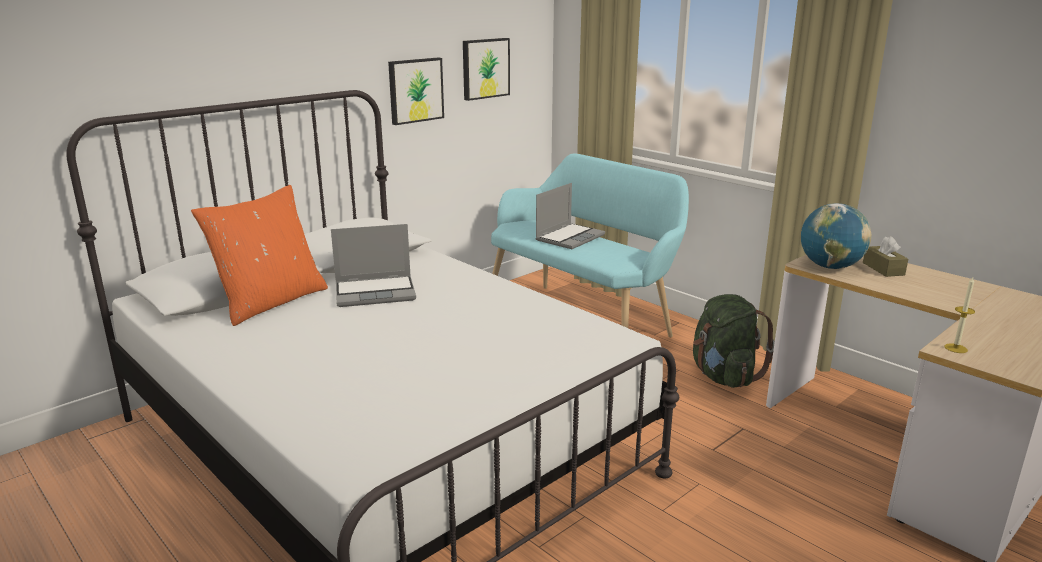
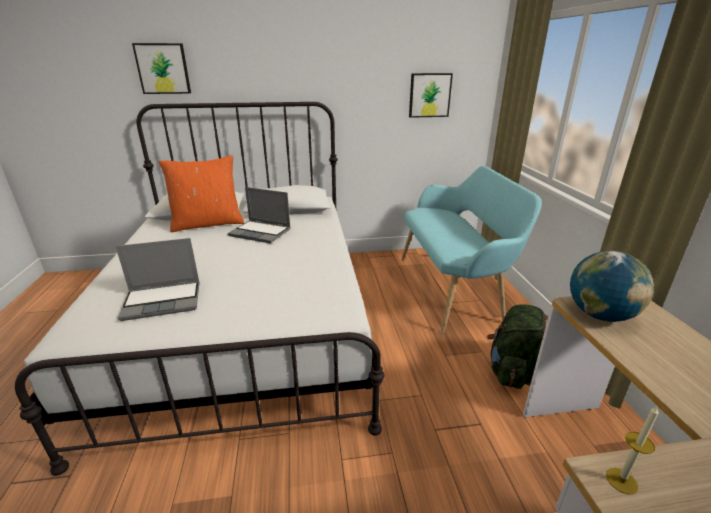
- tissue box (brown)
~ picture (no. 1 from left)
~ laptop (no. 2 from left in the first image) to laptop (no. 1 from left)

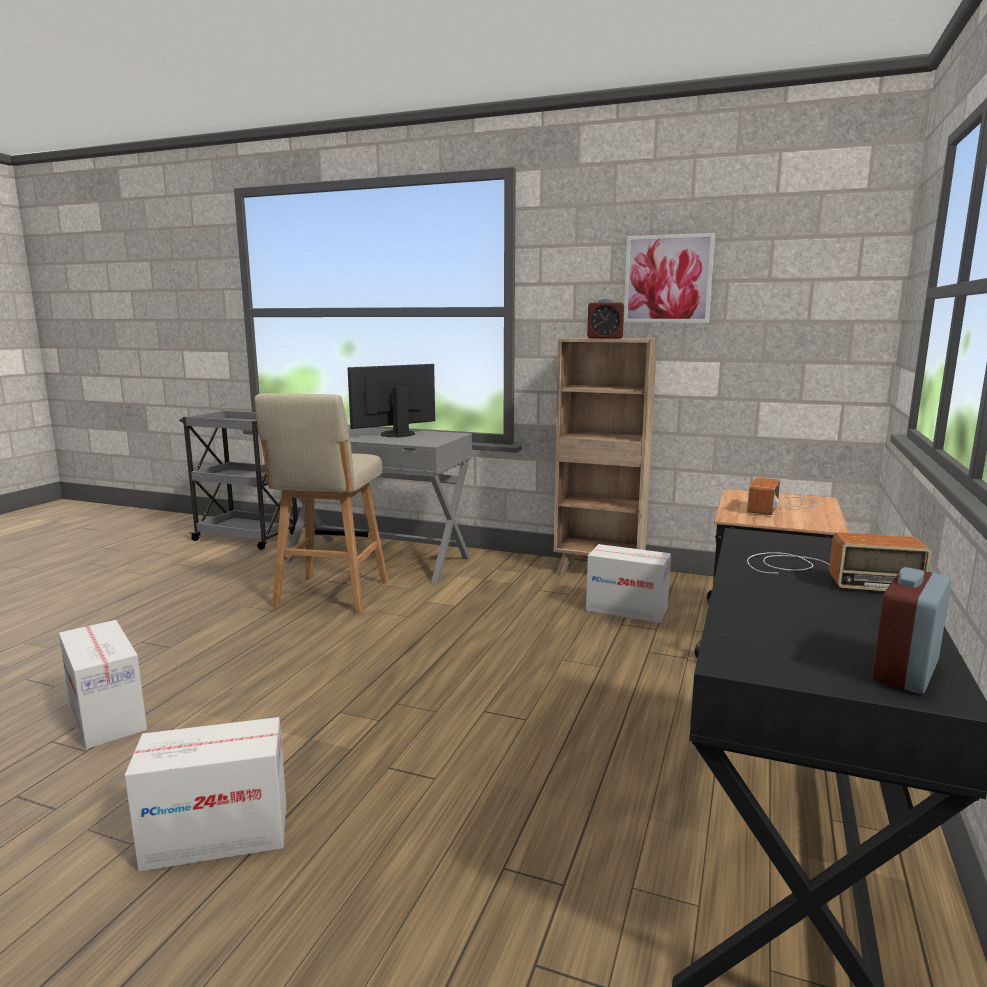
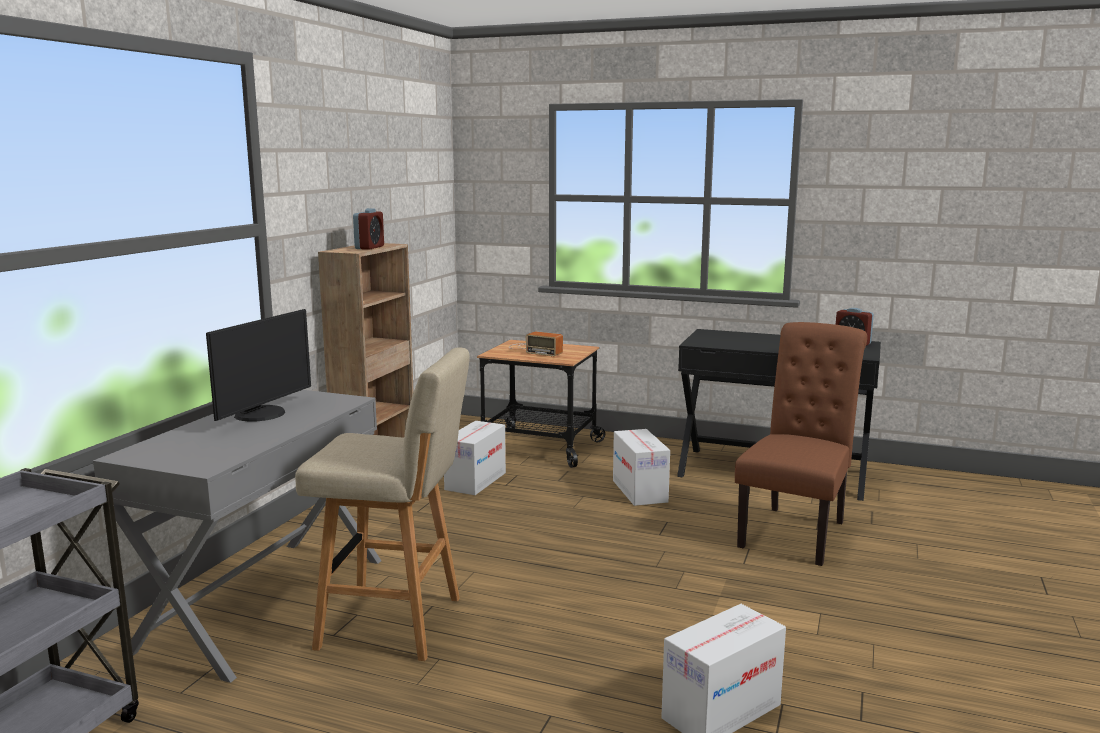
- picture
- radio (no. 2 from left)
+ chair (brown)
~ cardboard box (no. 2 from left)
~ monitor 120 degrees counterclockwise

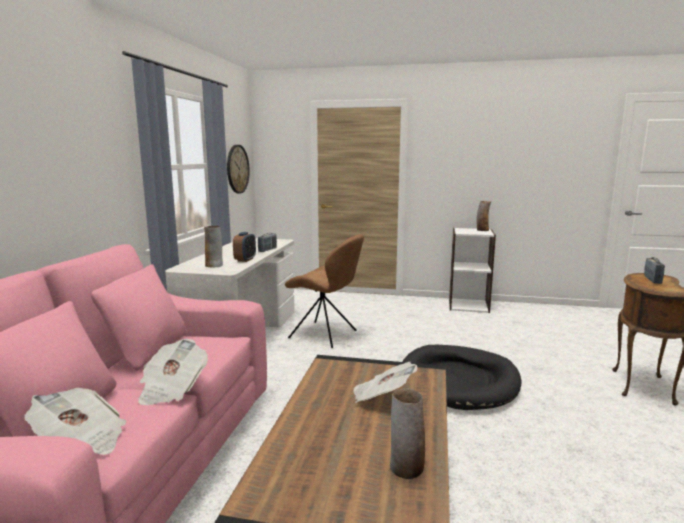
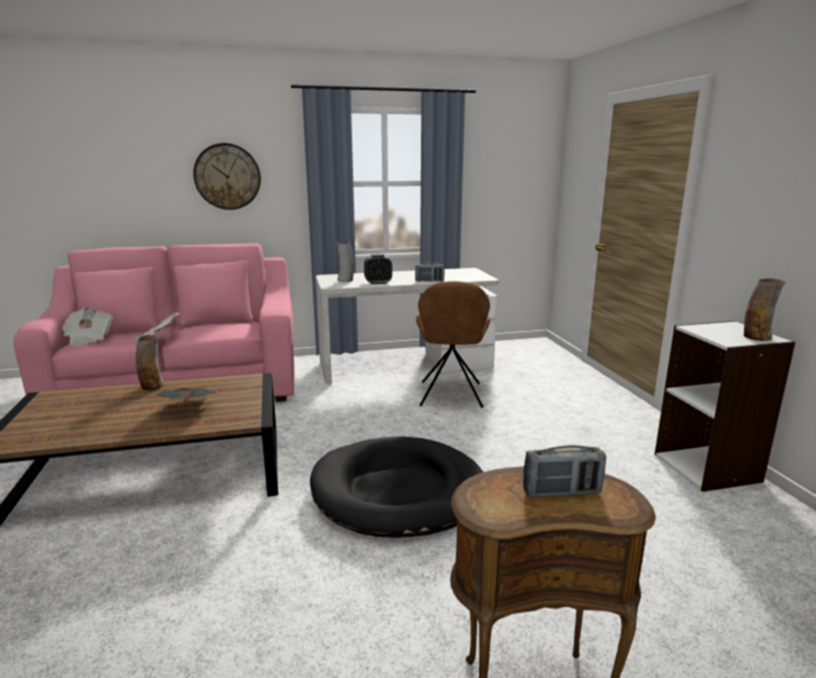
~ wall clock
~ vase (no. 2 from left in the first image) to vase (no. 1 from left)

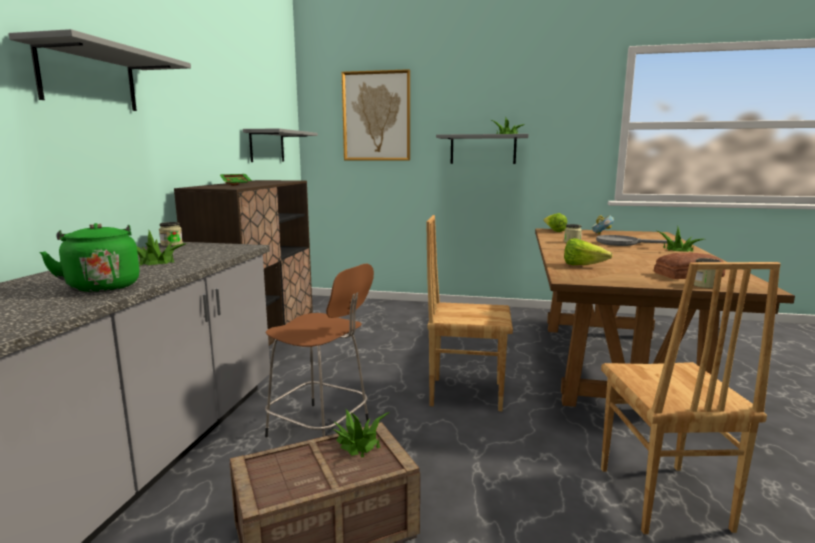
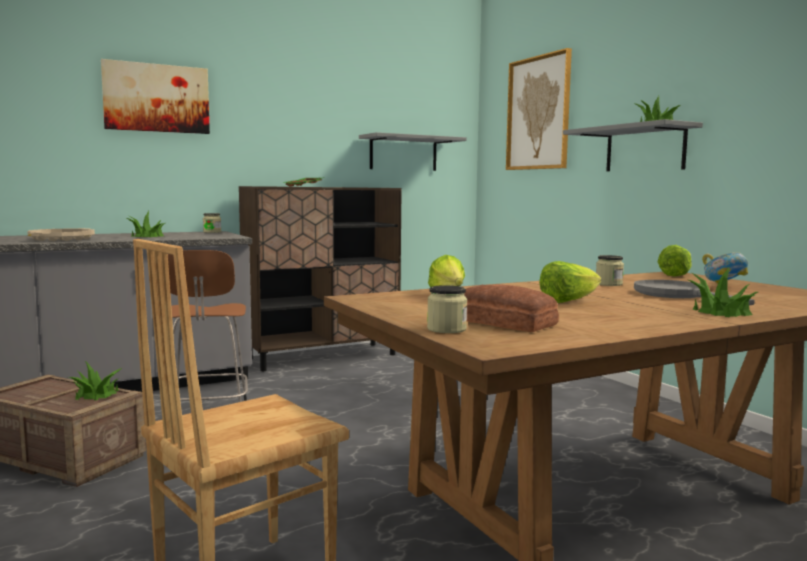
- chair (brown) (no. 1 from left)
+ lettuce (no. 2 from left)
~ shelf (grey) (no. 1 from left) to picture (no. 1 from left)
~ kettle (green) to tray (beige)

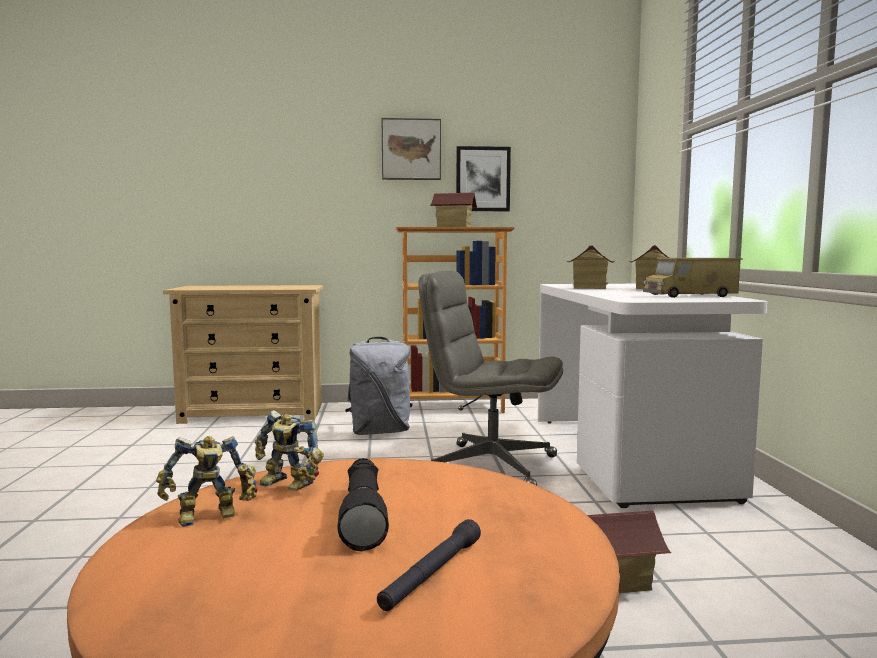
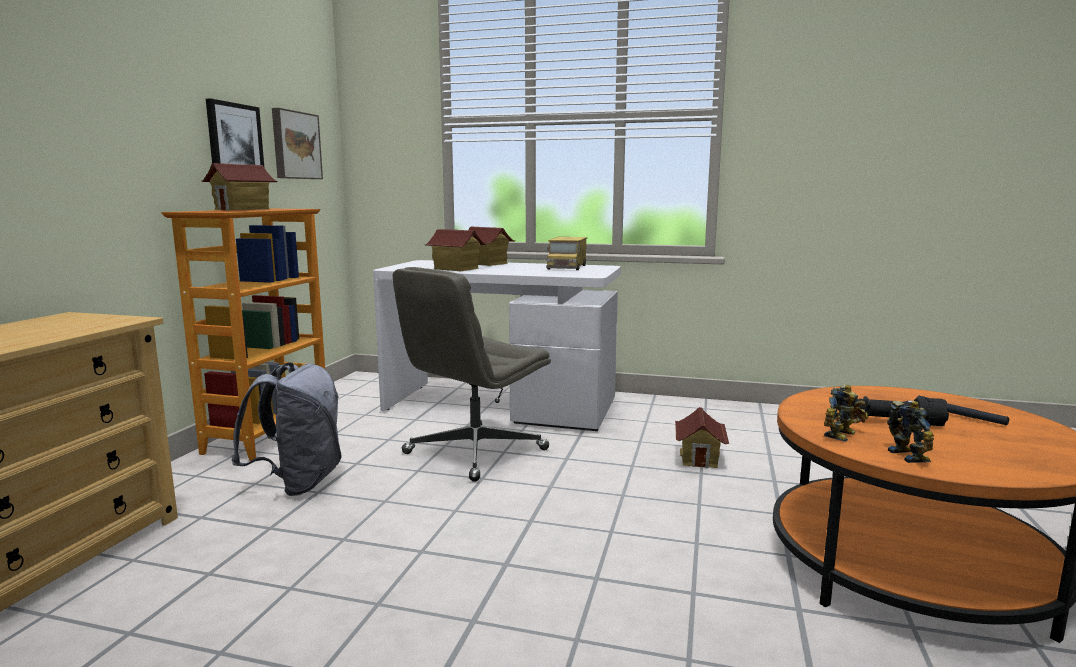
~ picture (no. 1 from left in the first image) to picture (no. 2 from left)

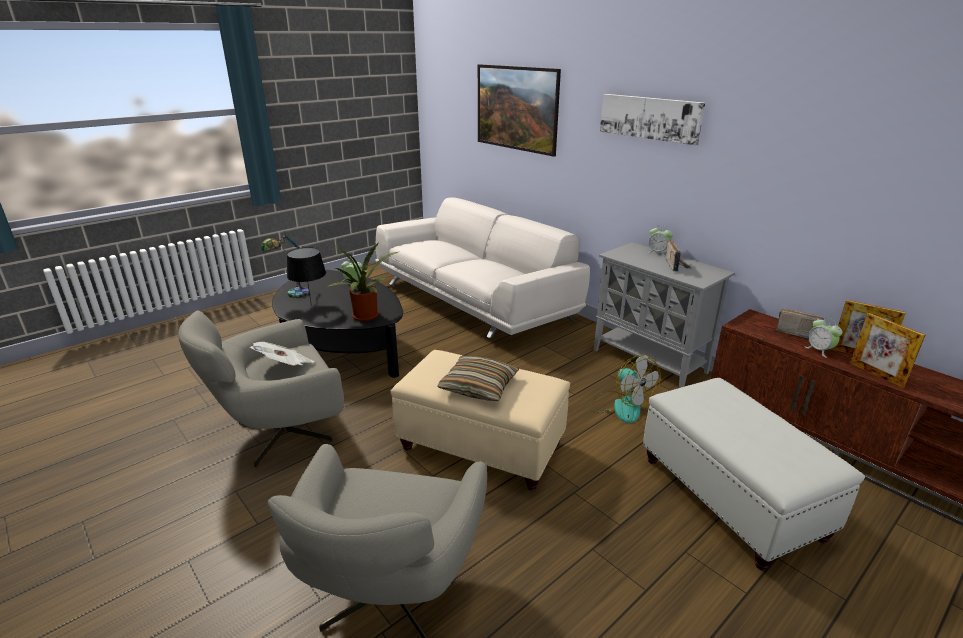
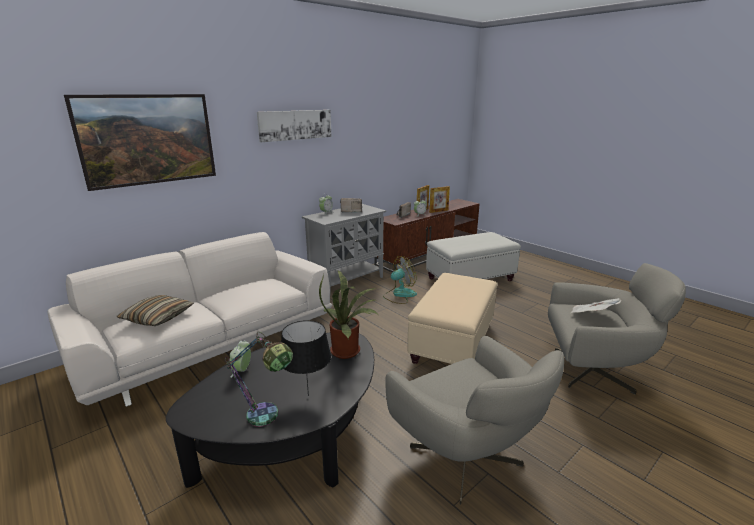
~ newspaper
~ pillow

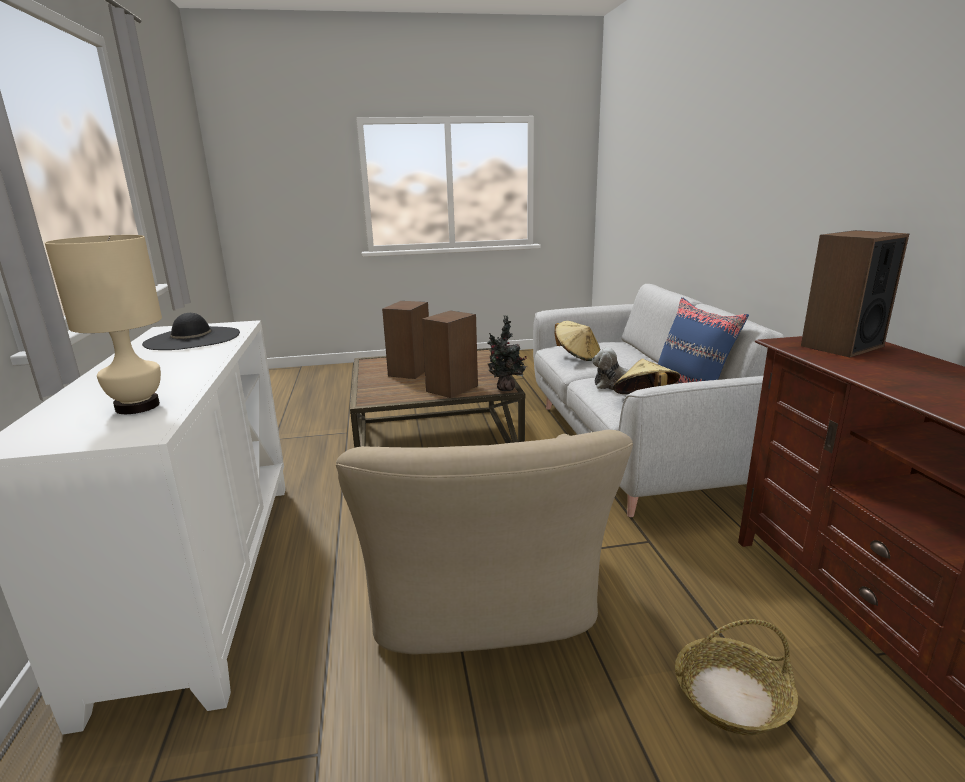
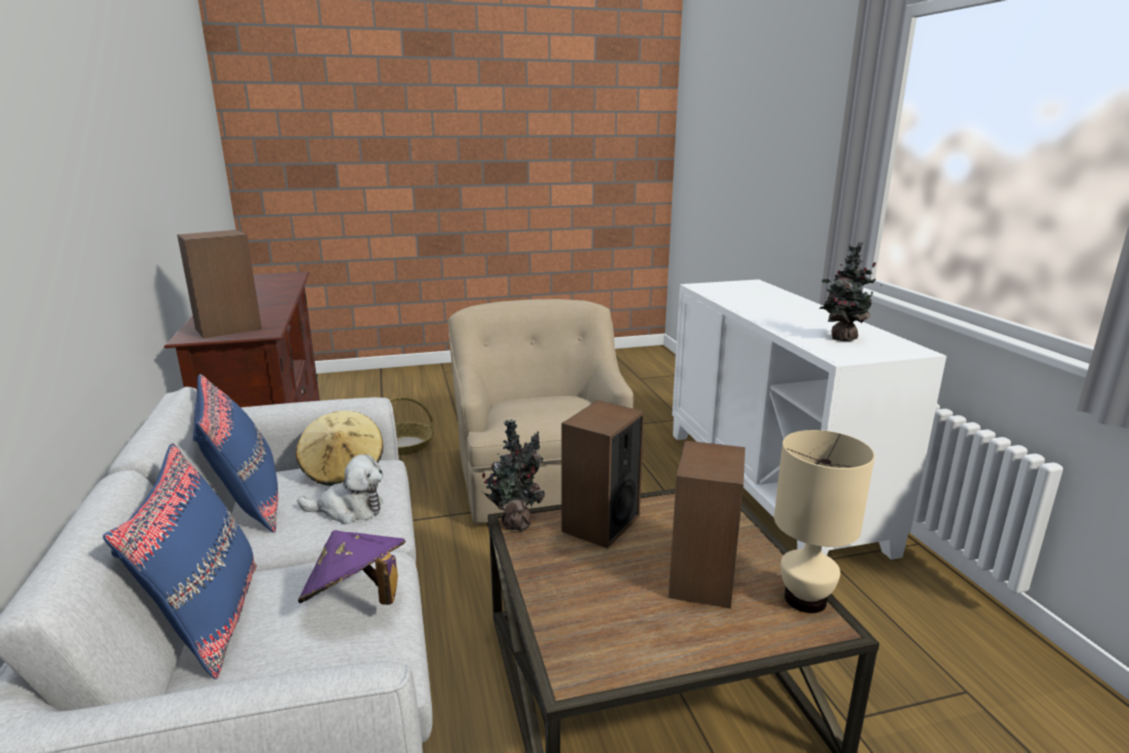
+ pillow (blue) (no. 1 from left)
~ table lamp (beige)
~ hat (black) to potted plant (no. 2 from left)
~ hat (beige) (no. 1 from left) to hat (purple)

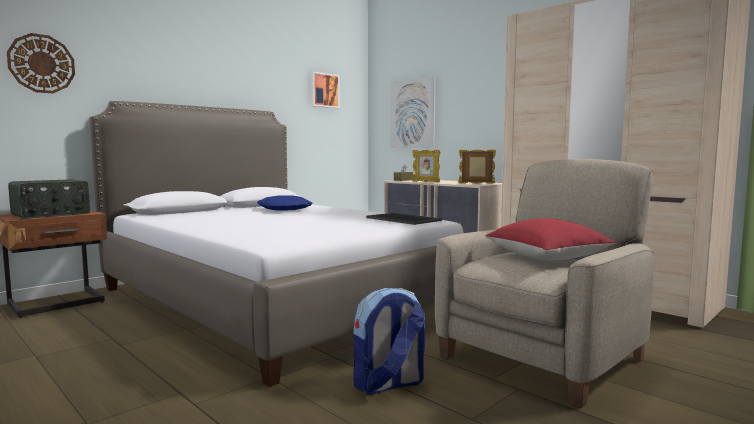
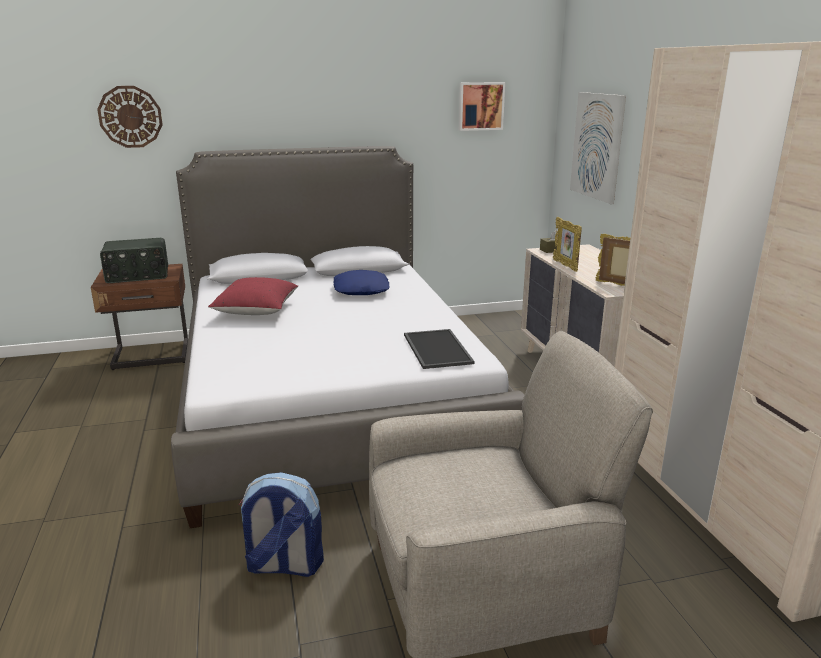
~ pillow (red)

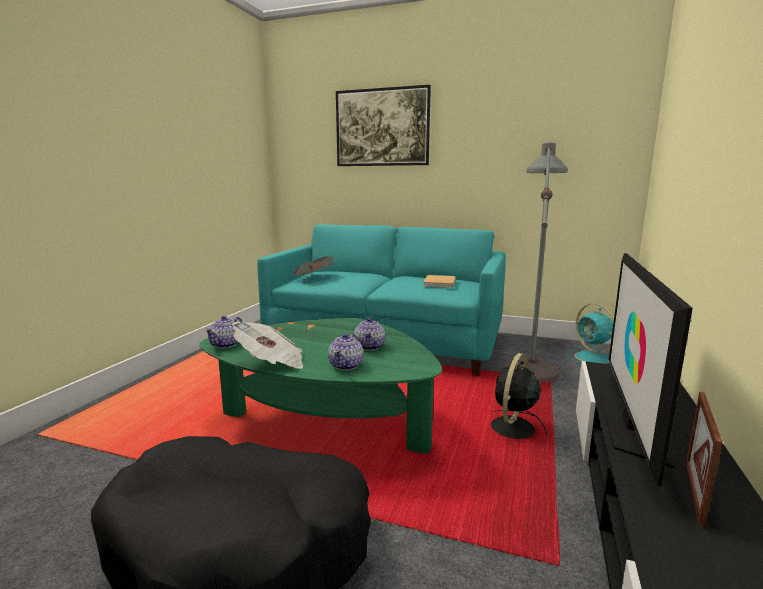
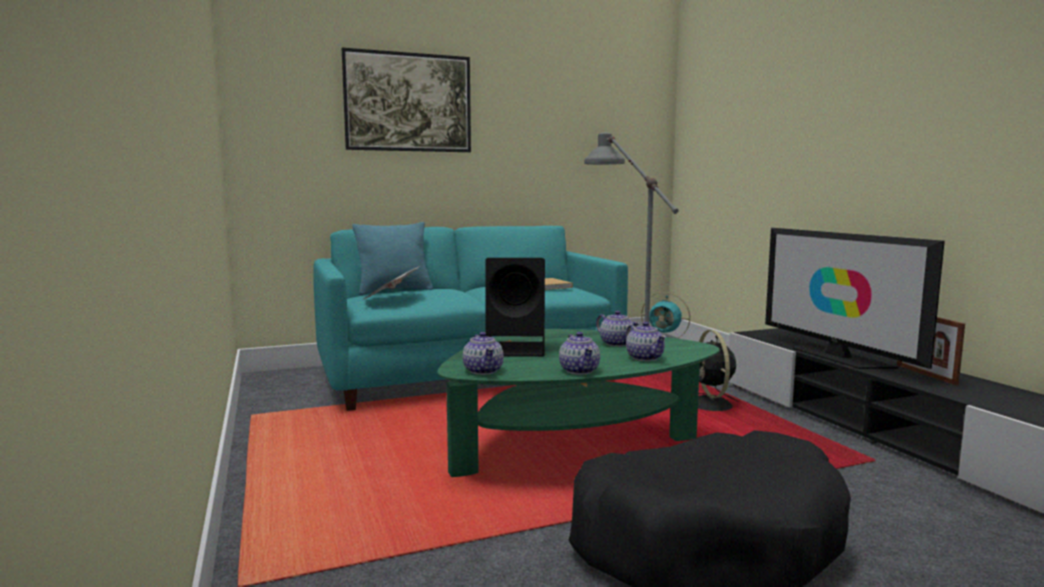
+ pillow (turquoise)
+ speaker (black)
~ newspaper (no. 1 from left) to teapot (no. 2 from left)

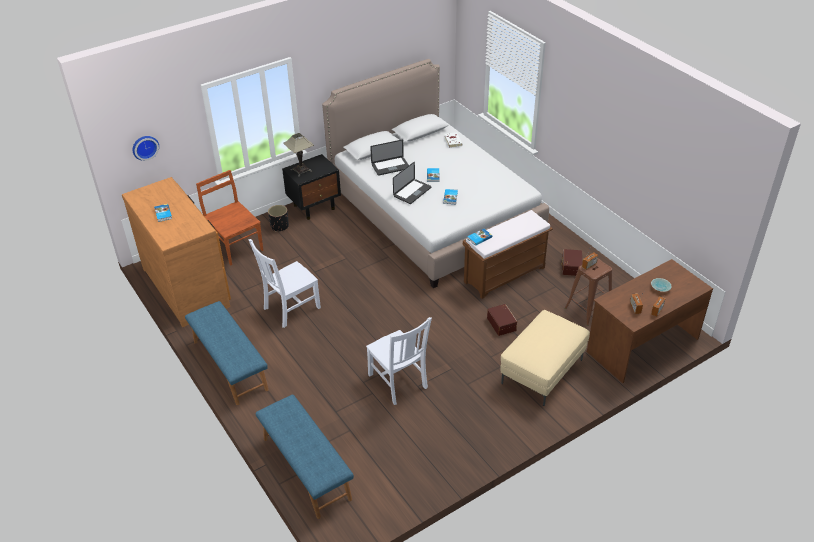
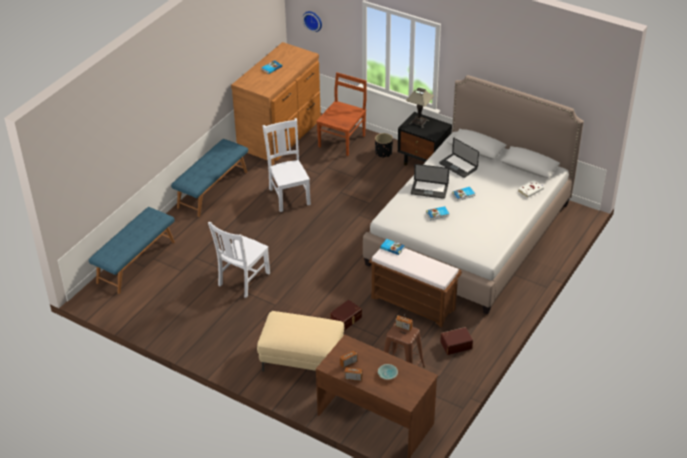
~ chair (white) (no. 1 from left in the first image) 45 degrees clockwise

